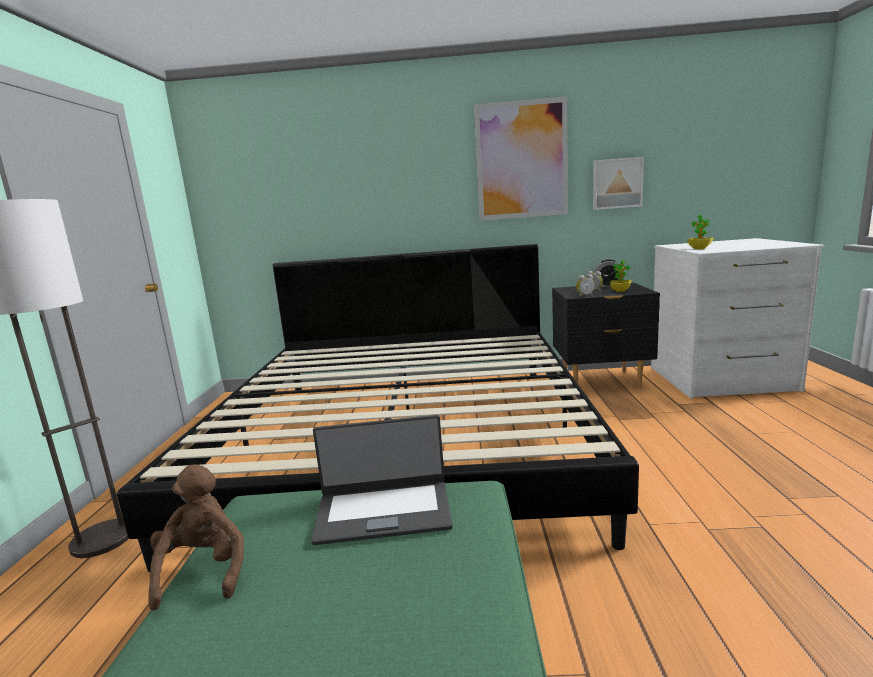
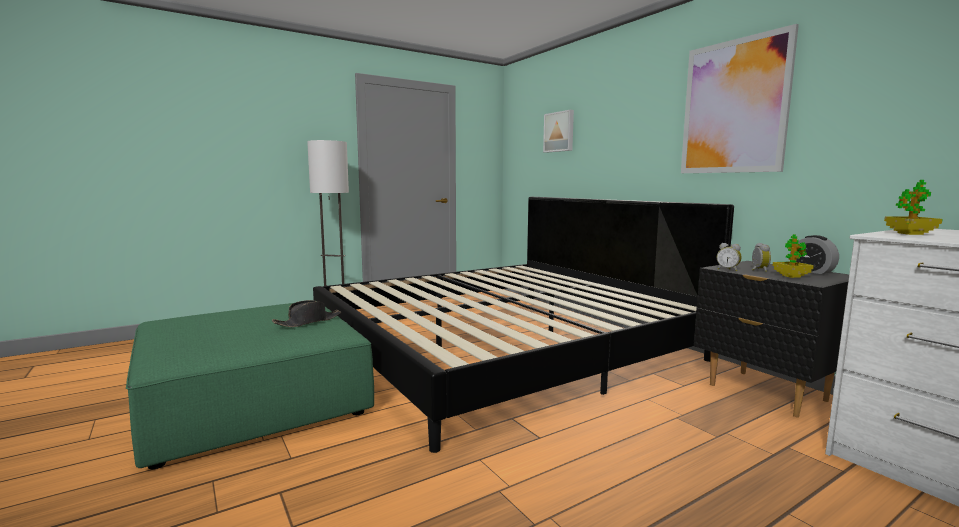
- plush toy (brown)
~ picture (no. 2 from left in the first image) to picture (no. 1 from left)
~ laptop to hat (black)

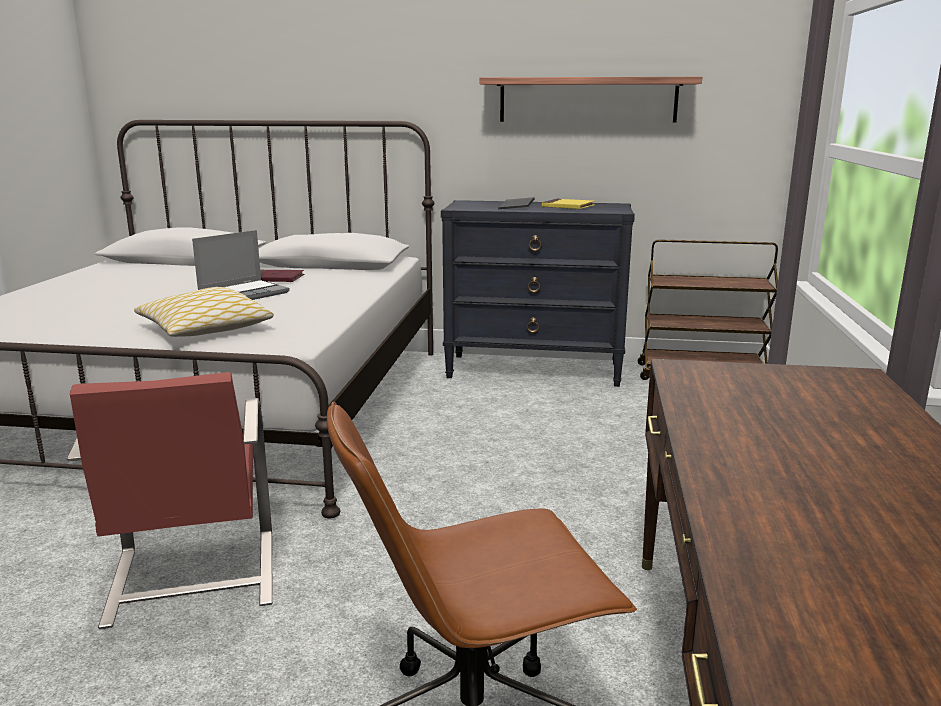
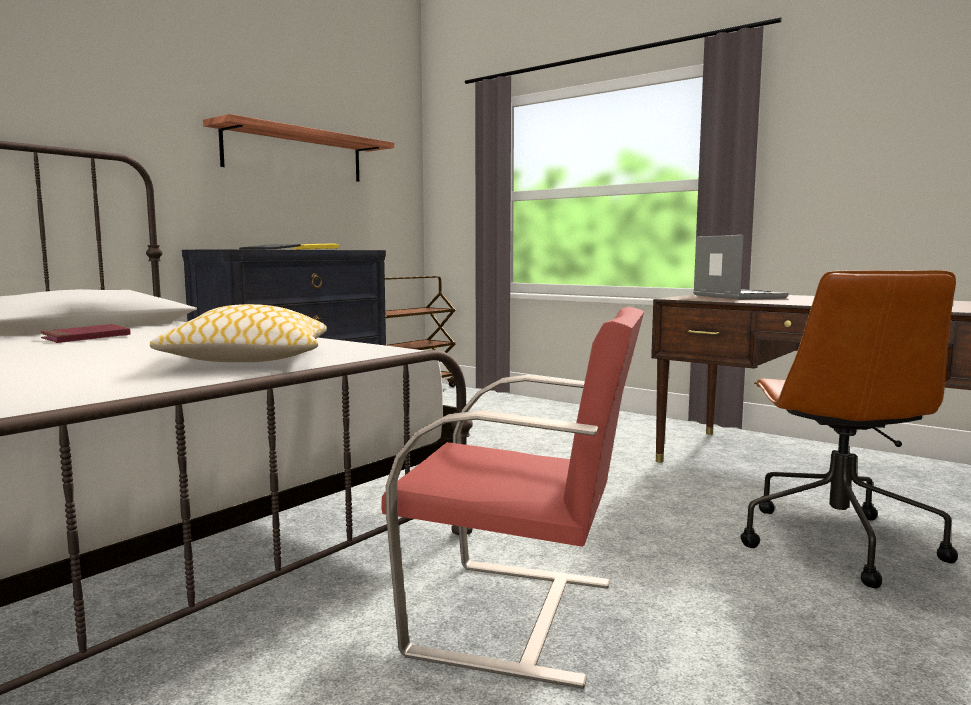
~ laptop

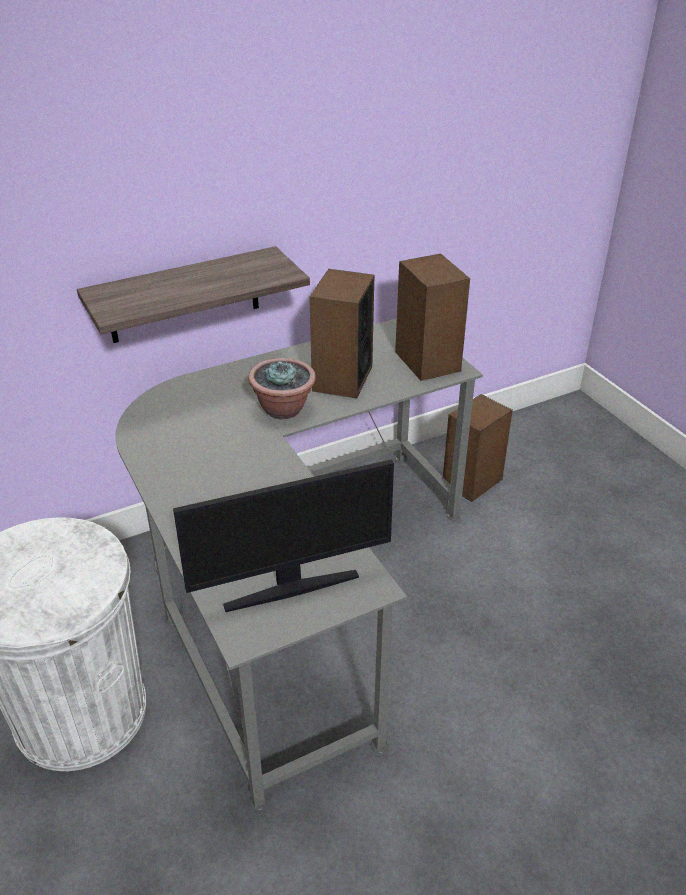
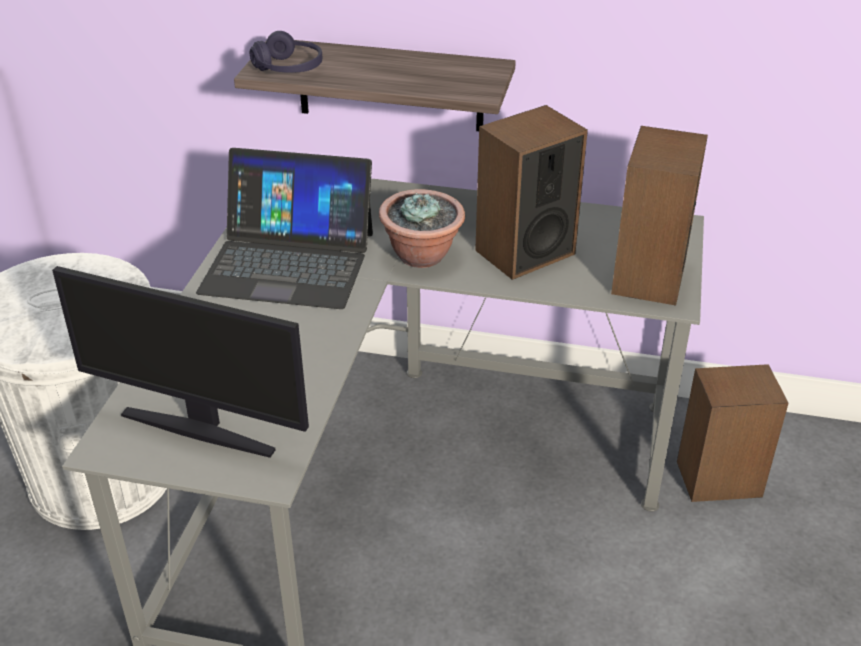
+ laptop
+ headphones (purple)

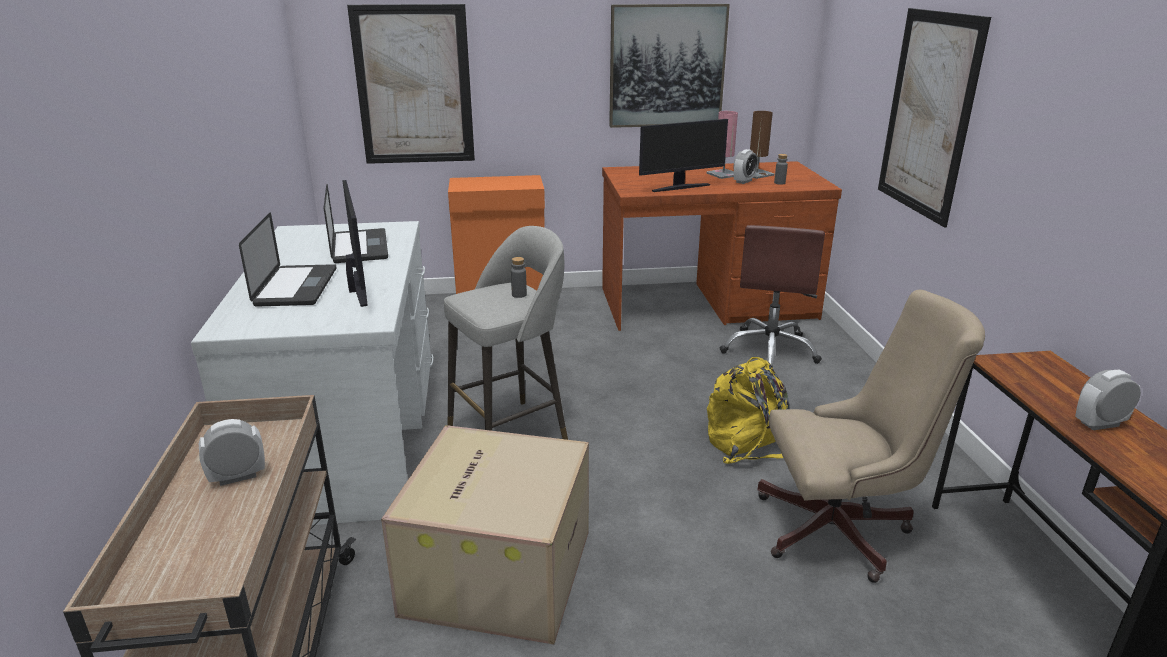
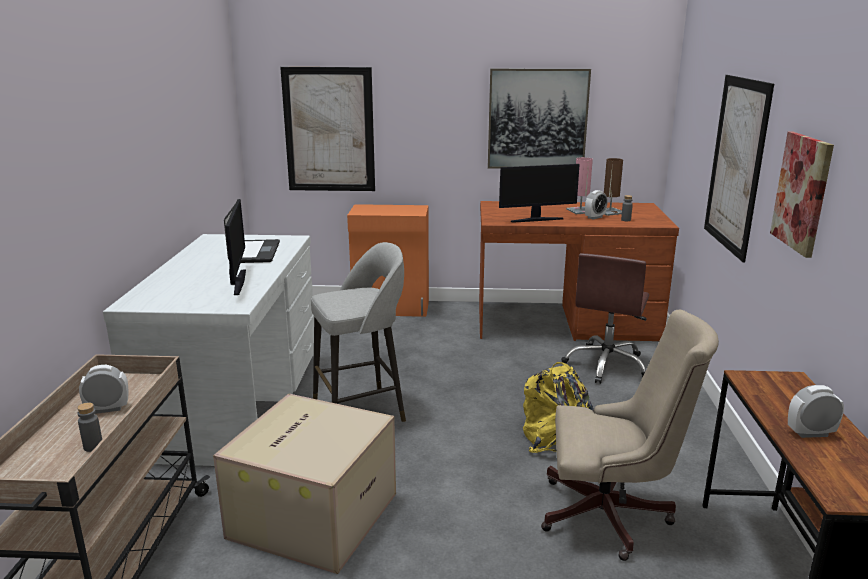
- laptop (no. 1 from left)
+ picture (no. 4 from left)
~ bottle (grey) (no. 1 from left)

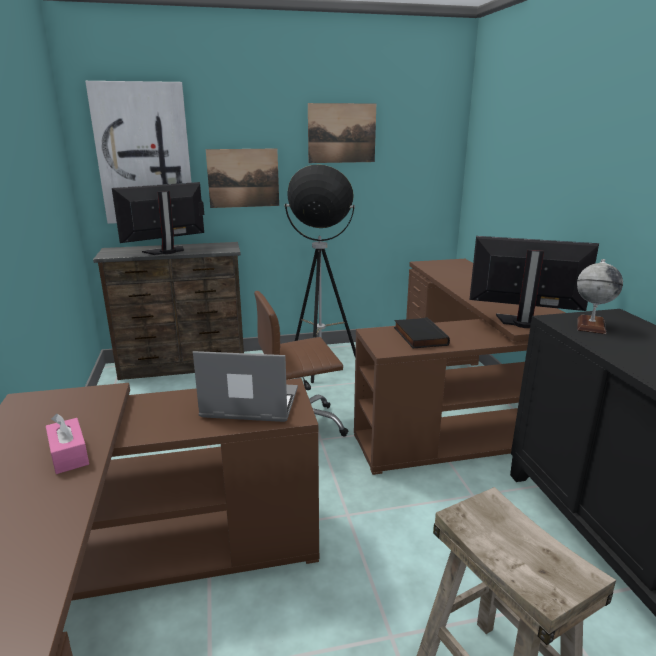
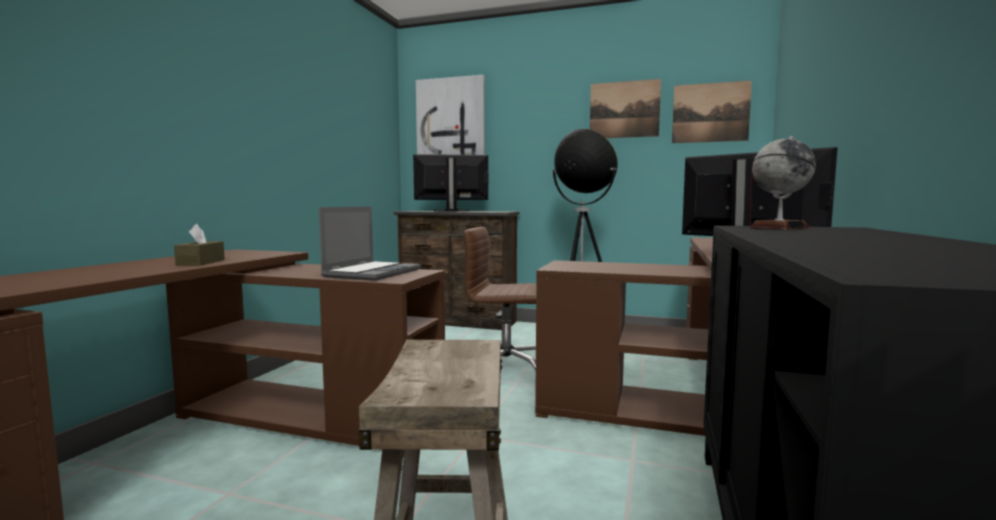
- book (black)
~ picture (no. 2 from left in the first image) to picture (no. 3 from left)
~ tissue box (pink) to tissue box (brown)
~ laptop 75 degrees clockwise

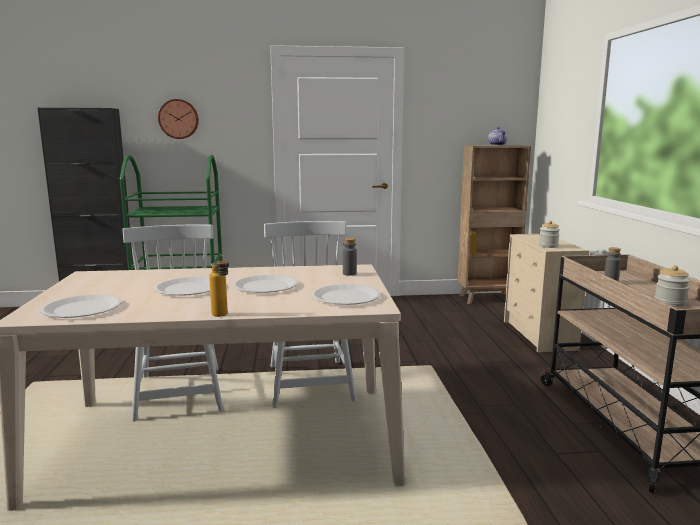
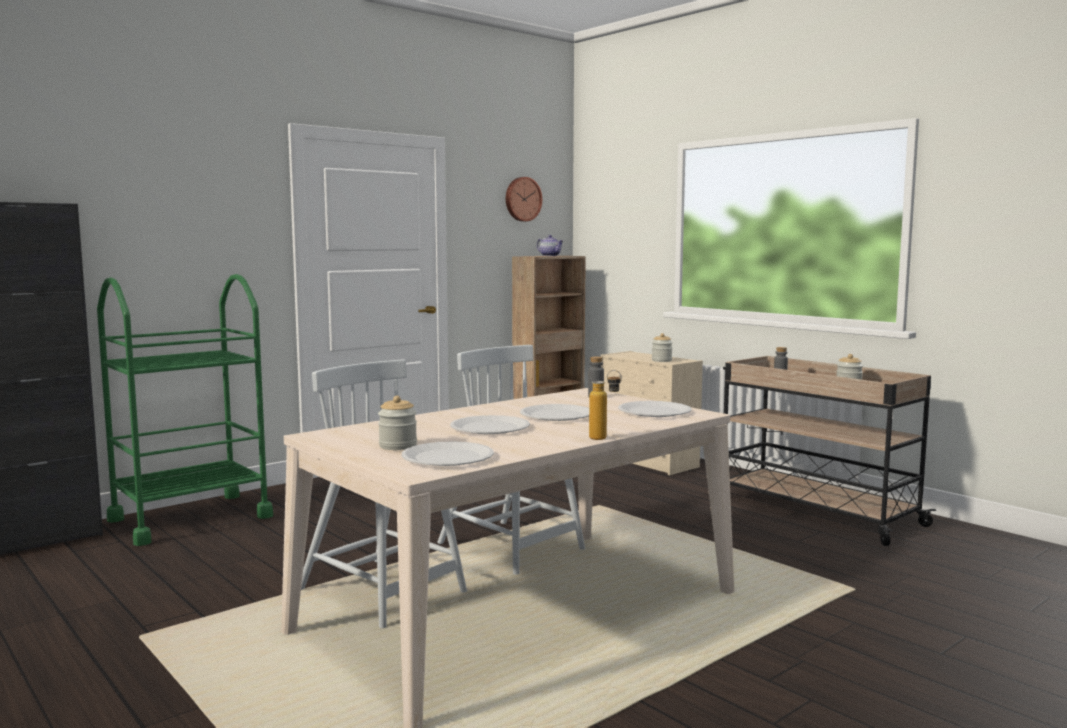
+ jar (no. 1 from left)
~ wall clock

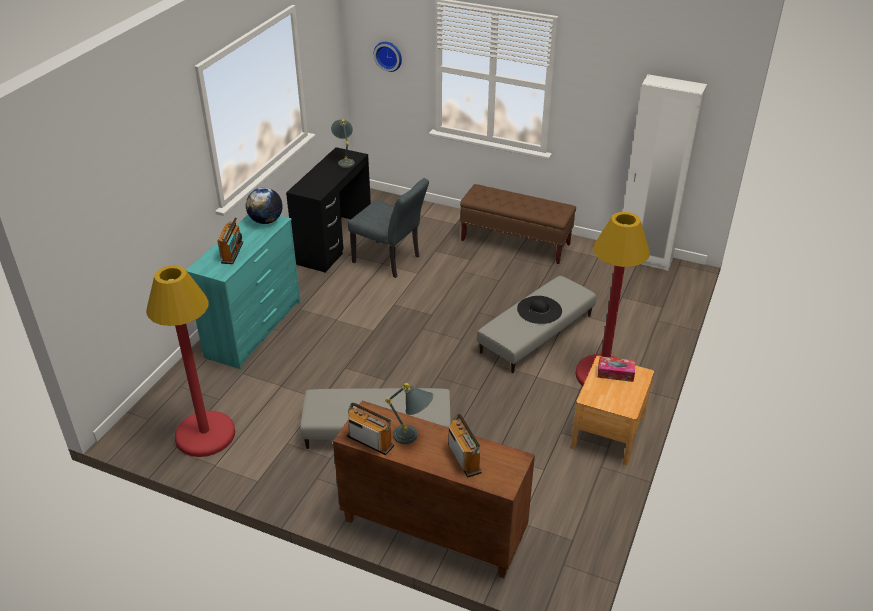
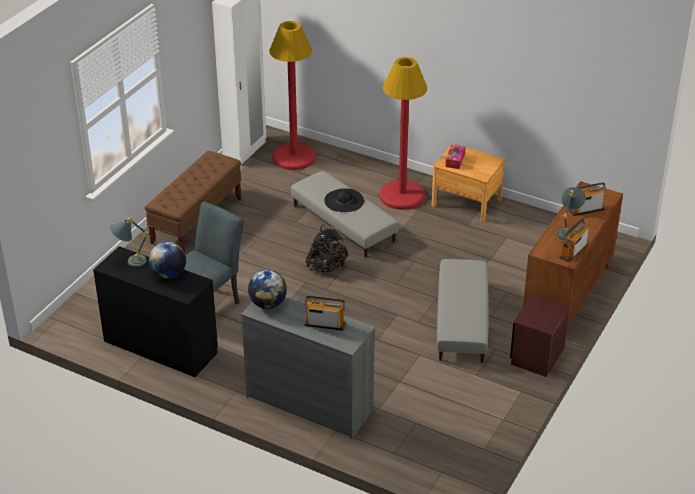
- wall clock
+ globe (no. 1 from left)
+ backpack (black)
+ nightstand (brown) (no. 2 from left)
~ floor lamp (red) (no. 1 from left)
~ dresser (turquoise) to dresser (grey)

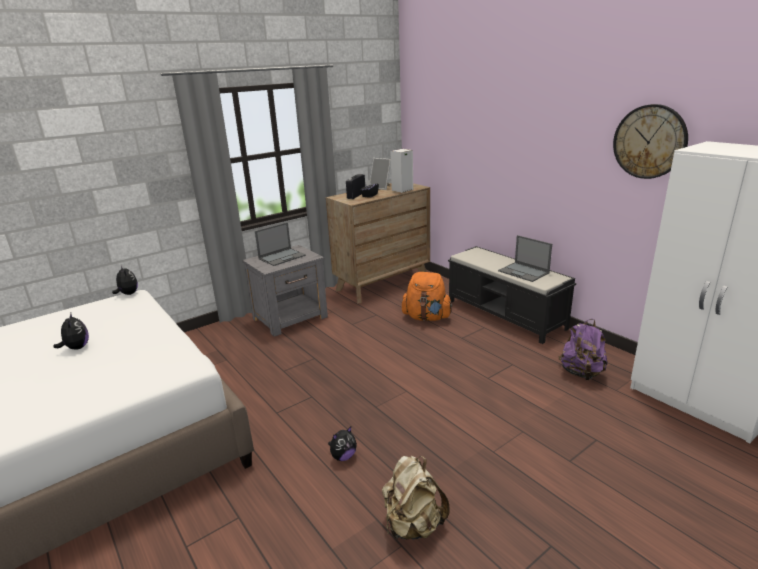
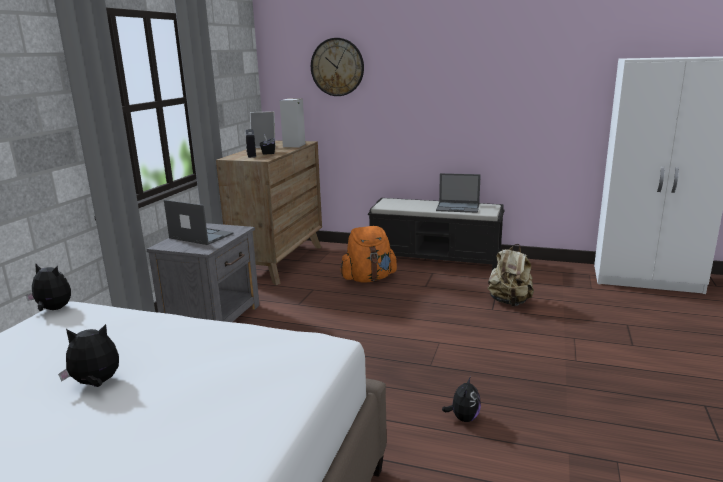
- backpack (purple)
~ backpack (beige)
~ wall clock
~ plush toy (no. 1 from left in the first image) 45 degrees counterclockwise
~ laptop (no. 1 from left) 75 degrees counterclockwise

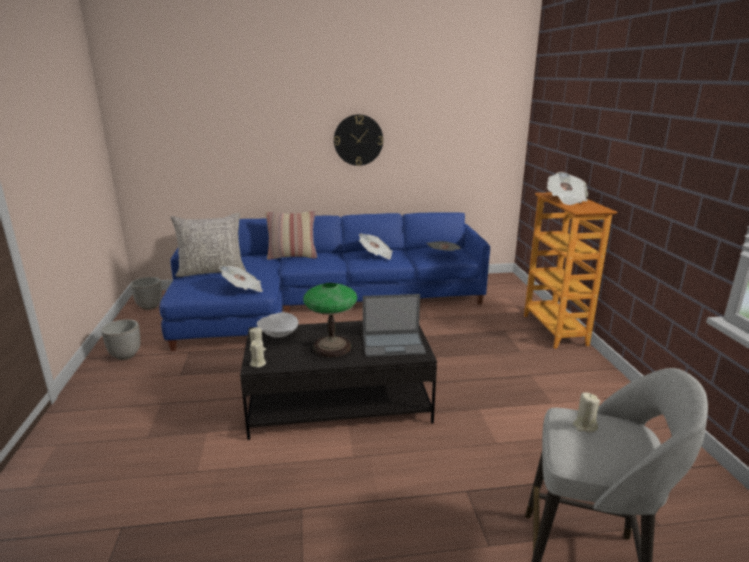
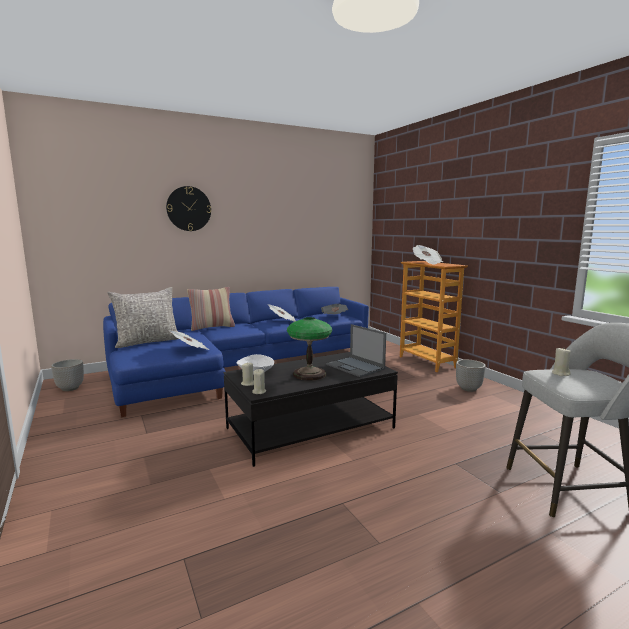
~ planter (no. 1 from left in the first image) to planter (no. 2 from left)
~ wall clock
~ laptop 75 degrees clockwise

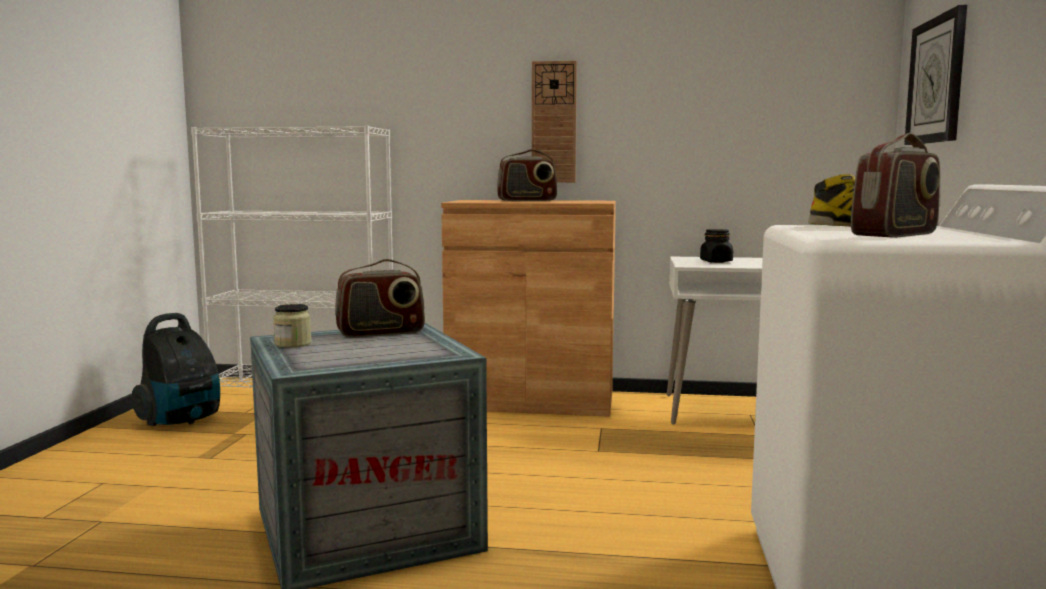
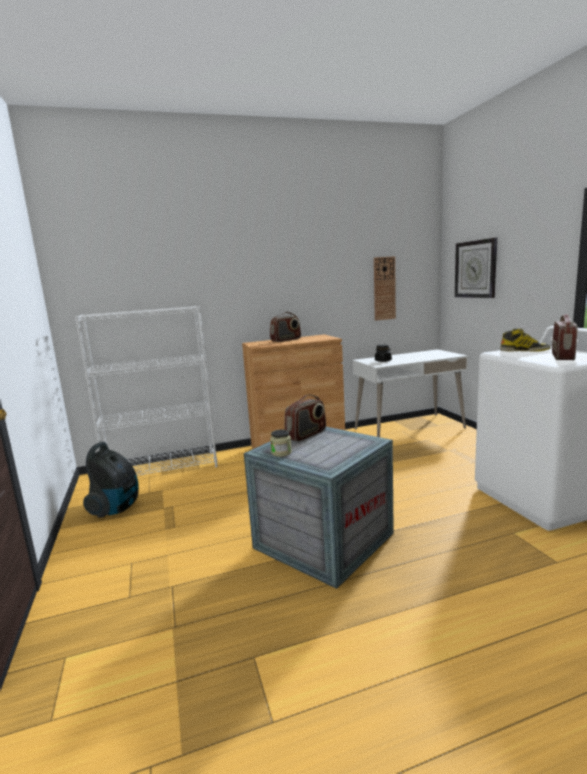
~ wall clock (no. 1 from left)

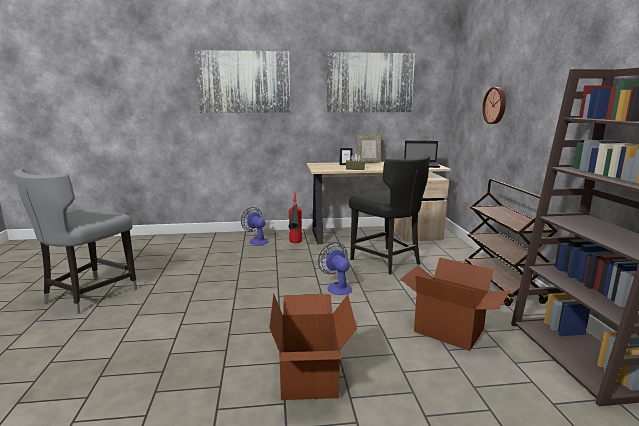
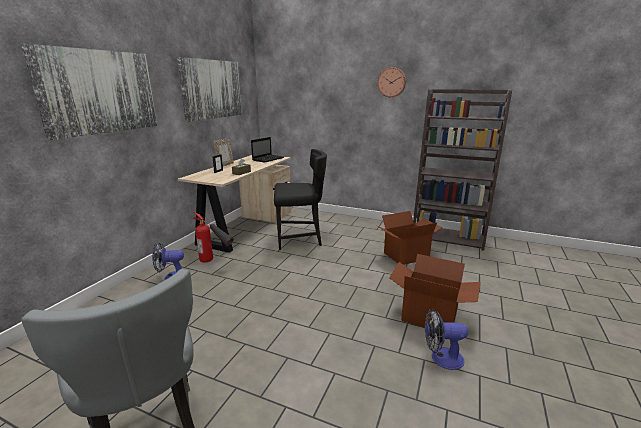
- cart (brown)
~ fan (no. 2 from left)
~ wall clock

